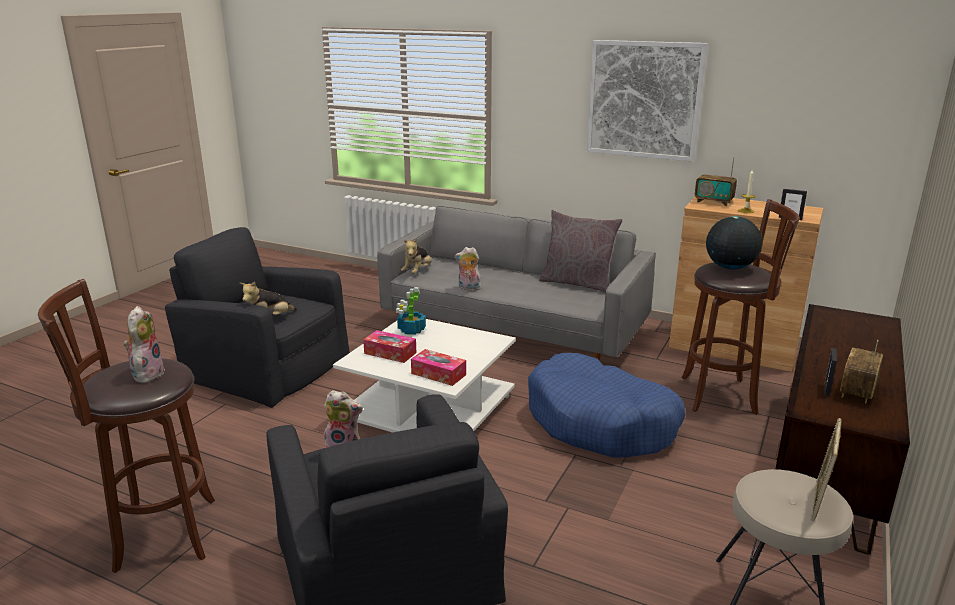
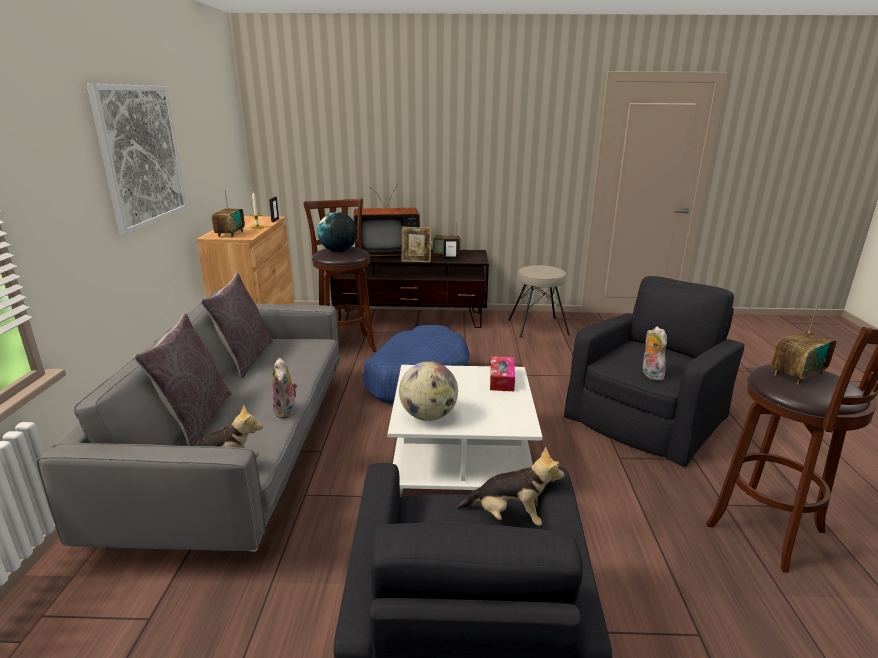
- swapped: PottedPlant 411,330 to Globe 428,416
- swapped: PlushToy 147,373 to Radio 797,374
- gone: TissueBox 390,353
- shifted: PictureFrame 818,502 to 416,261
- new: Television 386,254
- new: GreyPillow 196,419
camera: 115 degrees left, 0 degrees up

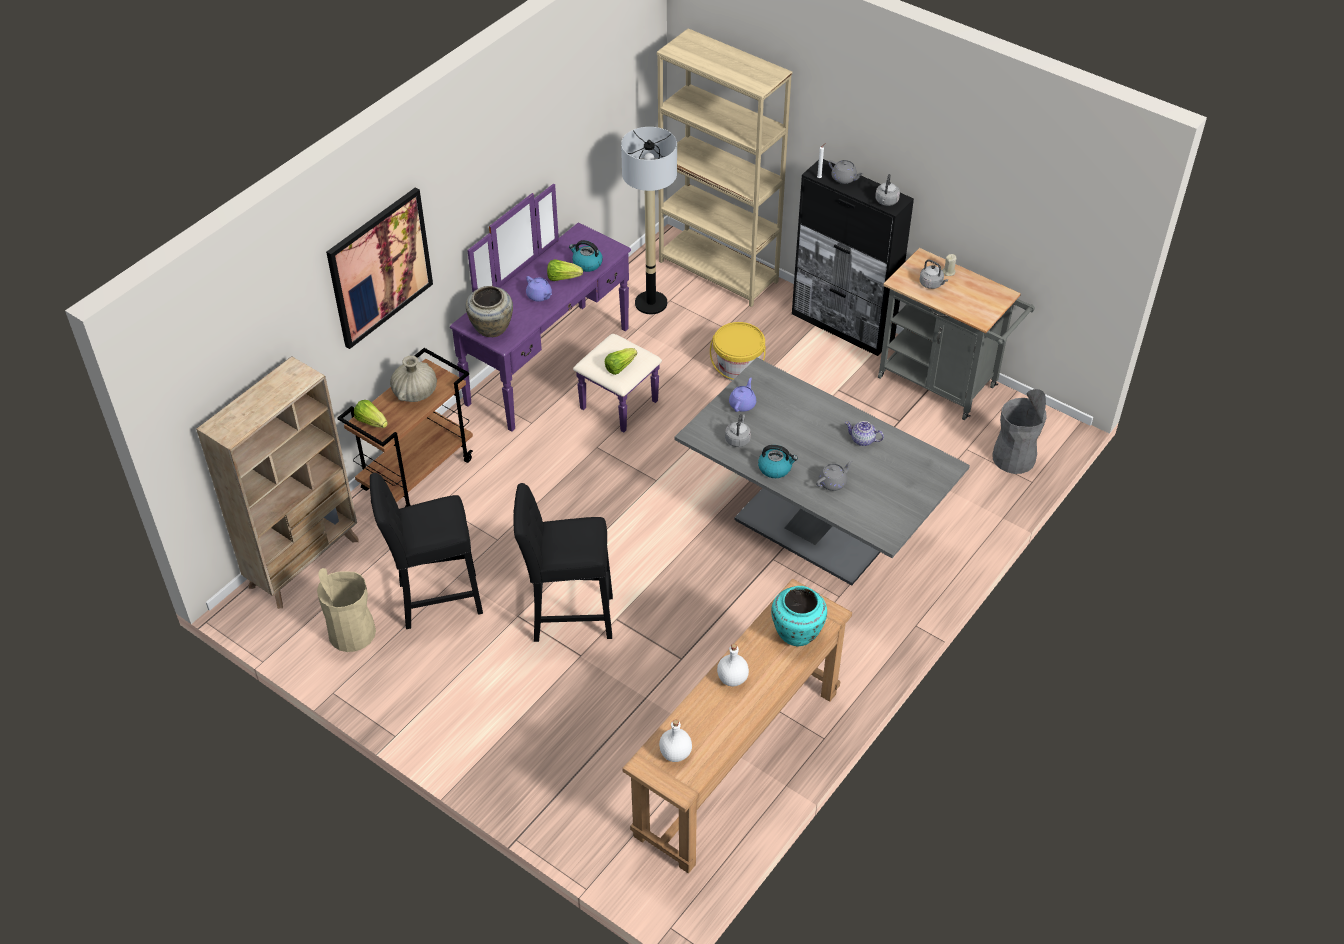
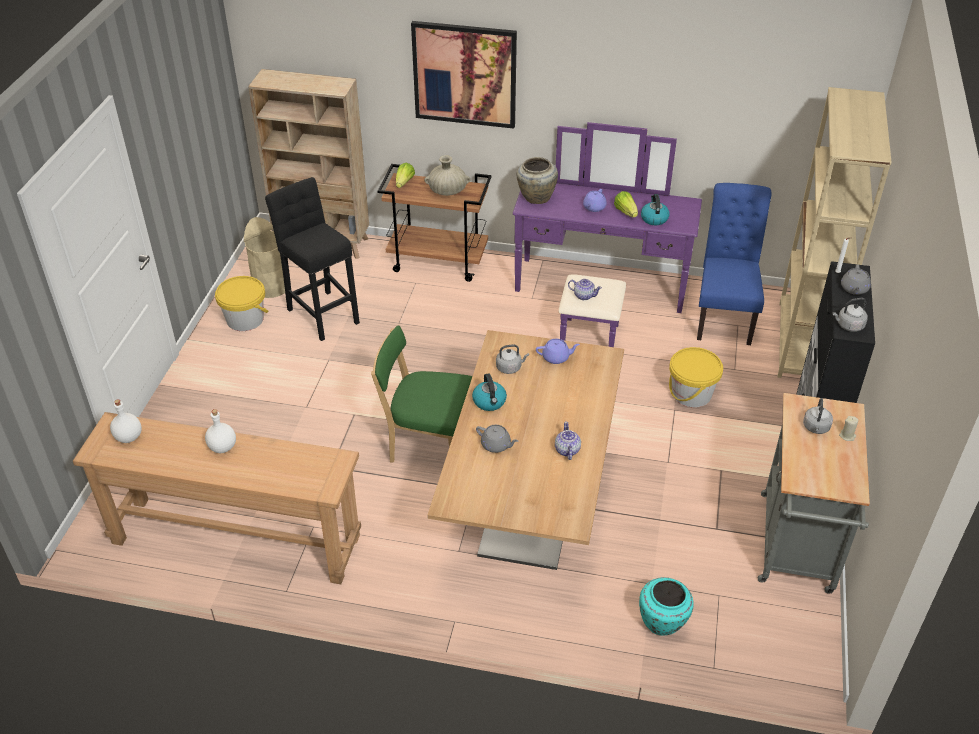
- swapped: FloorLamp 651,303 to BlueChair 724,315
- swapped: Lettuce 620,367 to Teapot 583,295
- repainted: GreyDiningTable 813,528 to BrownDiningTable 530,507
- gone: GreyTrashCan 1013,458
- gone: BlackStool 568,617
- shifted: TurquoiseVase 797,633 to 663,623
- new: YellowBucket 245,319
- new: GreenChair 427,444
camera: 65 degrees right, 5 degrees down

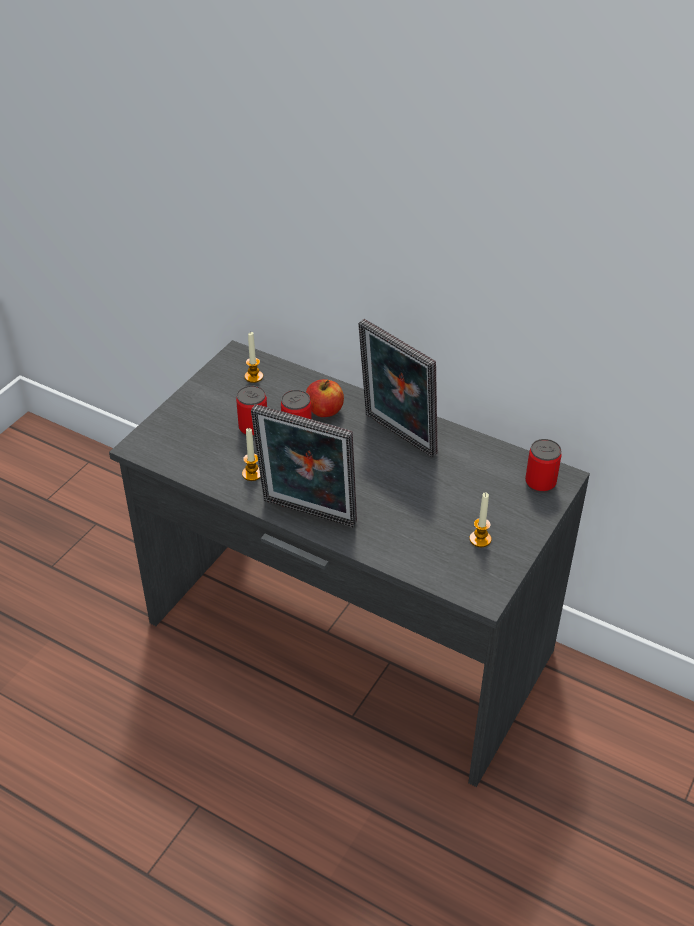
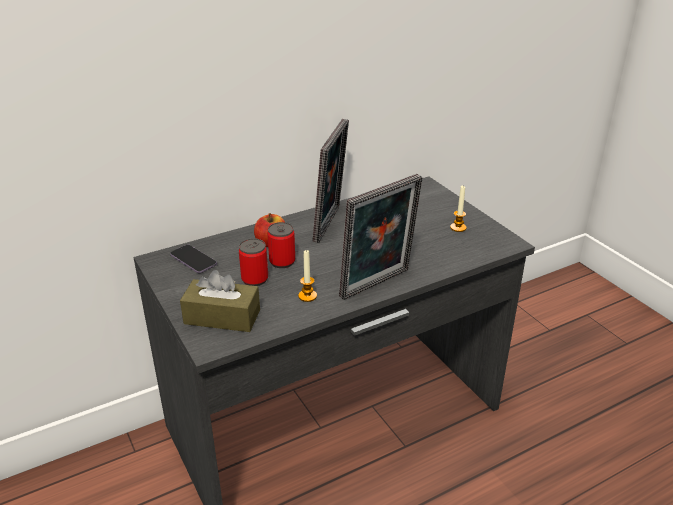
- rotated: PictureFrame 396,436 = 331,224 60 degrees counterclockwise
- swapped: Candle 253,377 to Phone 193,260
- gone: Can 540,483
- new: BrownTissueBox 222,317
camera: 60 degrees left, 10 degrees down

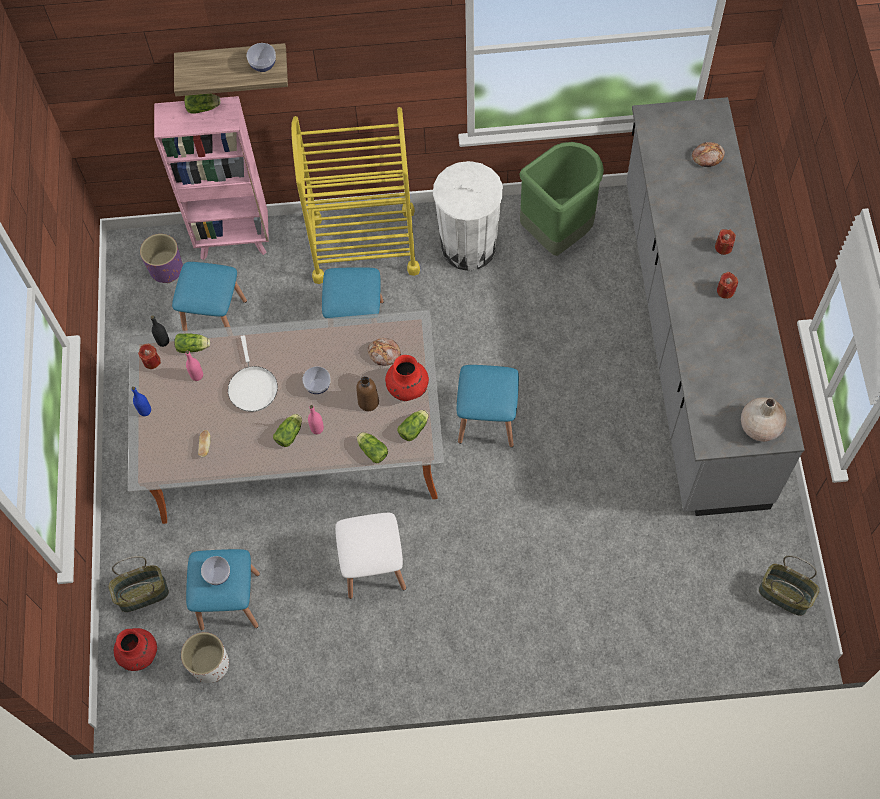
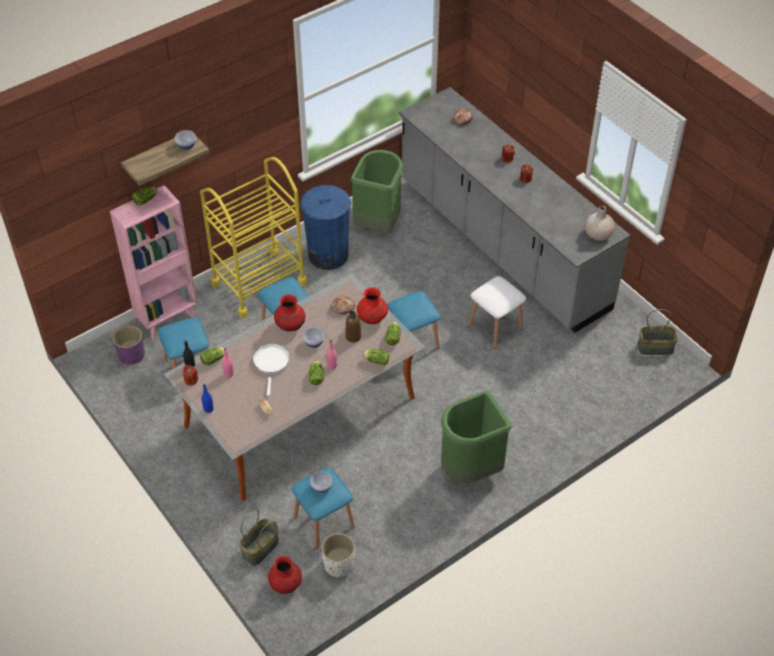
- repainted: WhiteTrashCan 469,246 to BlueTrashCan 328,255
- rotated: WhiteFryingPan 252,387 = 271,363 135 degrees counterclockwise
- shifted: WhiteStool 373,567 to 495,327
- new: RedVase 290,326
- new: GreenTrashCan 471,470
camera: 35 degrees left, 15 degrees down

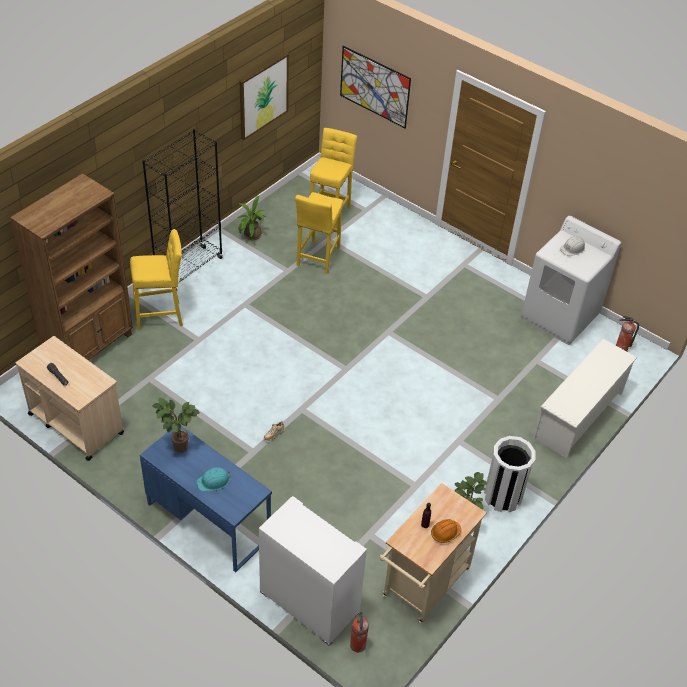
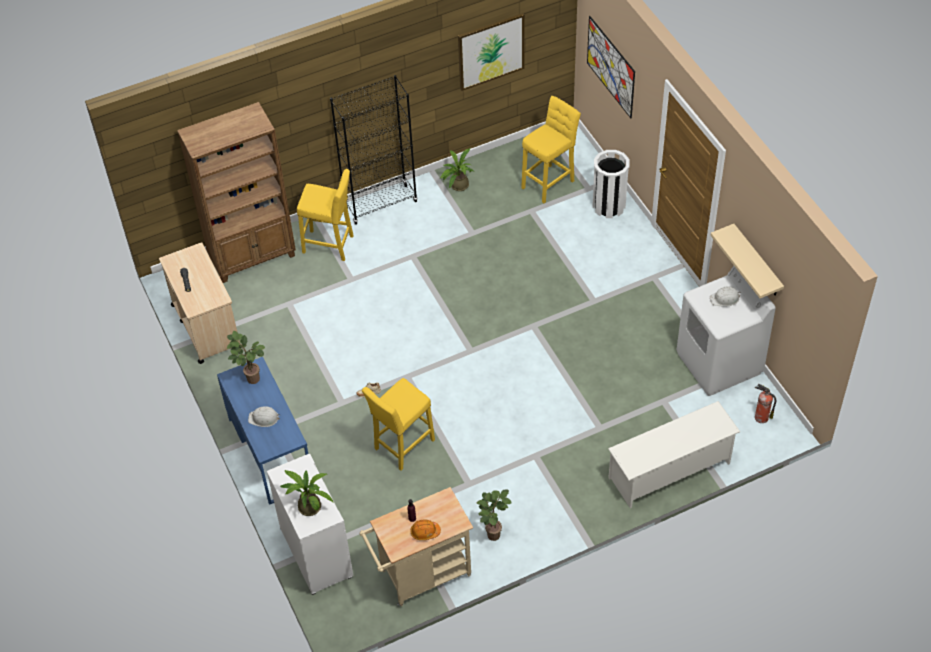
- shifted: YellowStool 317,258 to 402,447
- shifted: WhiteTrashCan 503,496 to 609,205
- repainted: TurquoiseHardHat 214,481 to WhiteHardHat 264,418
- gone: FireExtinguisher 358,646
- new: BeigeShelf 757,262
- new: PottedPlant 308,504
camera: 30 degrees right, 5 degrees up

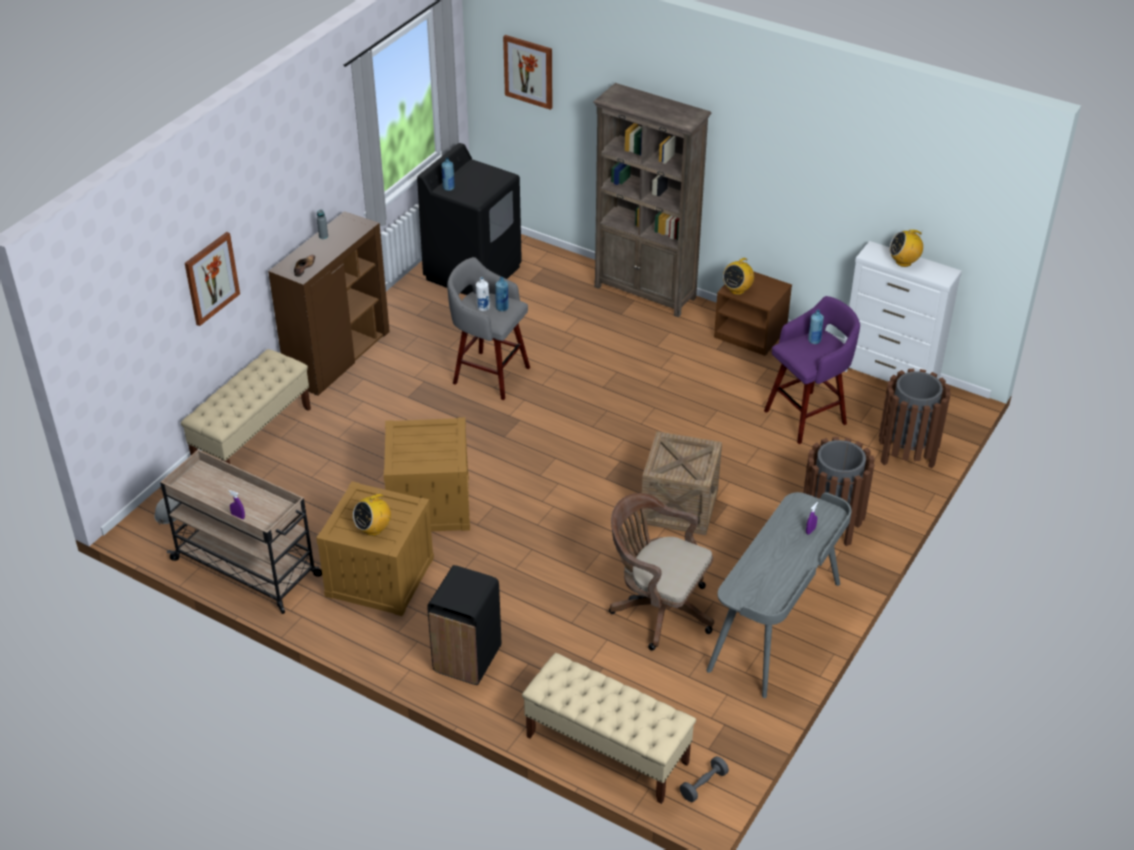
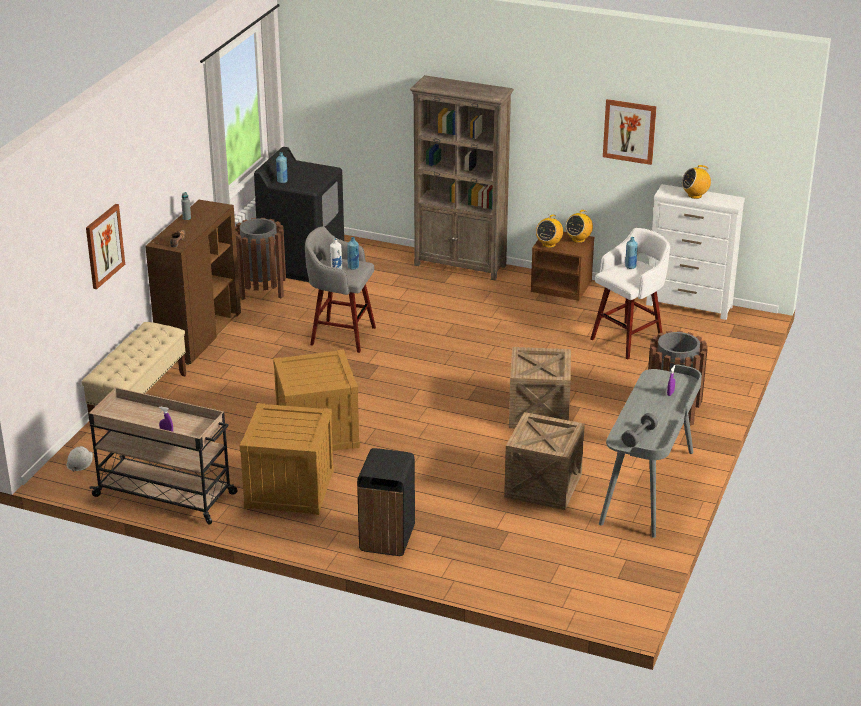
- shifted: Picture 529,71 to 629,131
- repainted: PurpleStool 807,416 to WhiteStool 628,339
- shifted: BrownTrashCan 906,453 to 261,291
- shifted: Radio 373,529 to 578,239
- swapped: BrownOfficeChair 658,609 to Crate 543,486
- gone: BeigeBench 606,749
- shifted: GreyDumbbell 703,785 to 639,437
camera: 10 degrees left, 10 degrees down

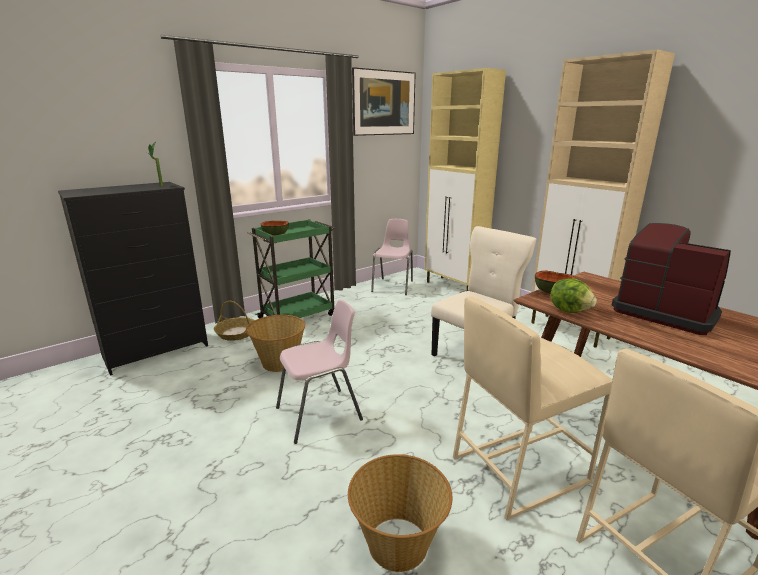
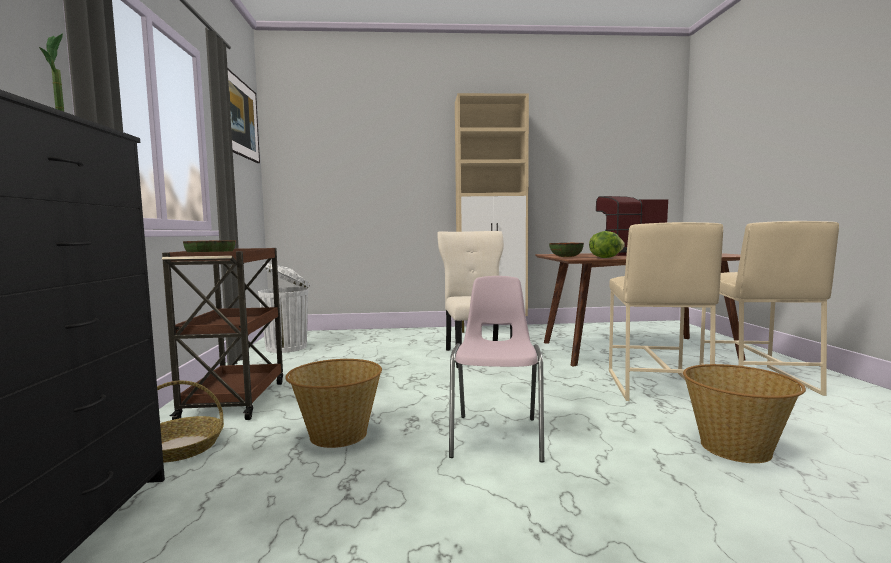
- gone: BeigeCabinet 454,287
- repainted: GreenCart 298,316 to BrownCart 235,399
- swapped: PinkChair 393,286 to WhiteTrashCan 288,347
camera: 55 degrees left, 15 degrees down

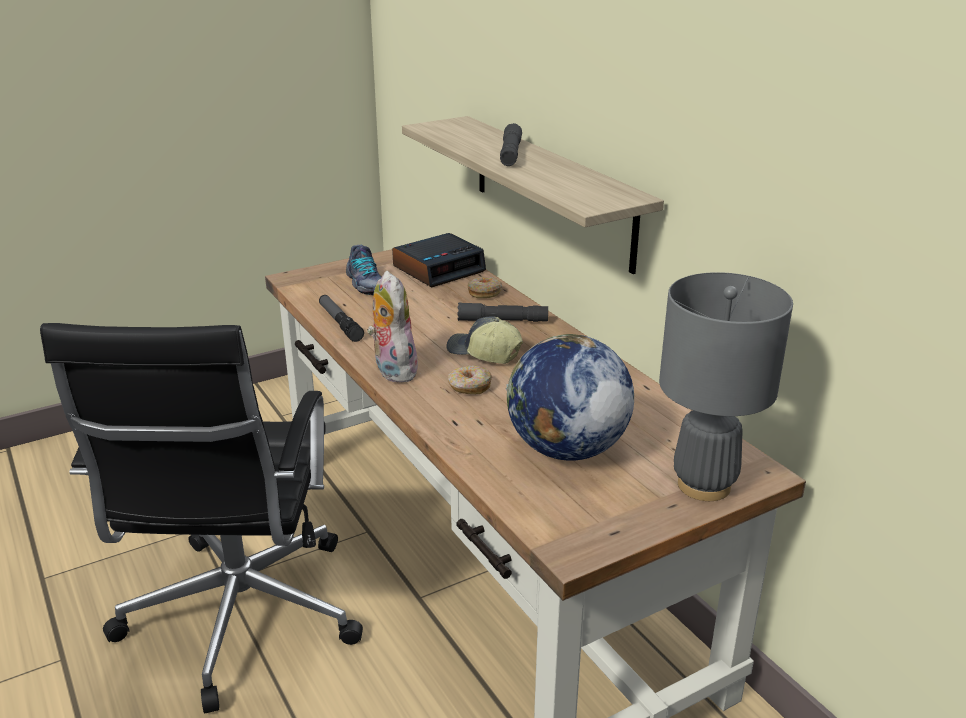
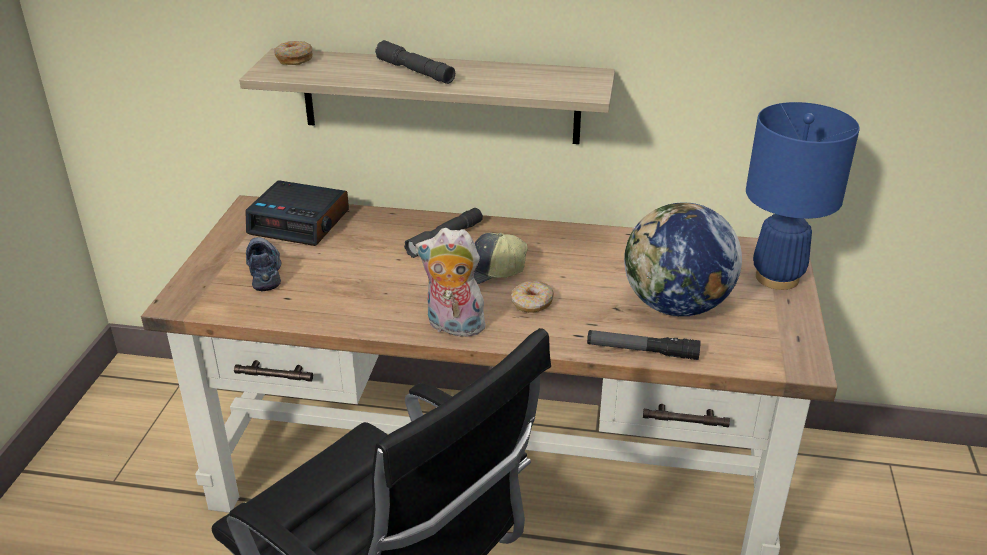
- rotated: AlarmClock 439,269 = 300,222 105 degrees clockwise
- rotated: Shoe 365,284 = 265,270 120 degrees counterclockwise
- repainted: GreyTableLamp 704,485 to BlueTableLamp 777,278
- shifted: Donut 484,293 to 294,59
- shifted: Flashlight 340,323 to 642,351
camera: 50 degrees left, 5 degrees up

